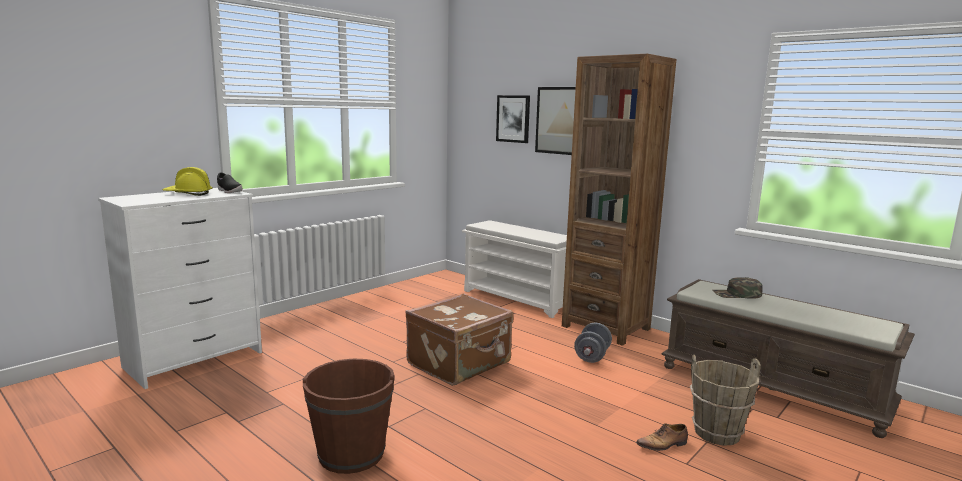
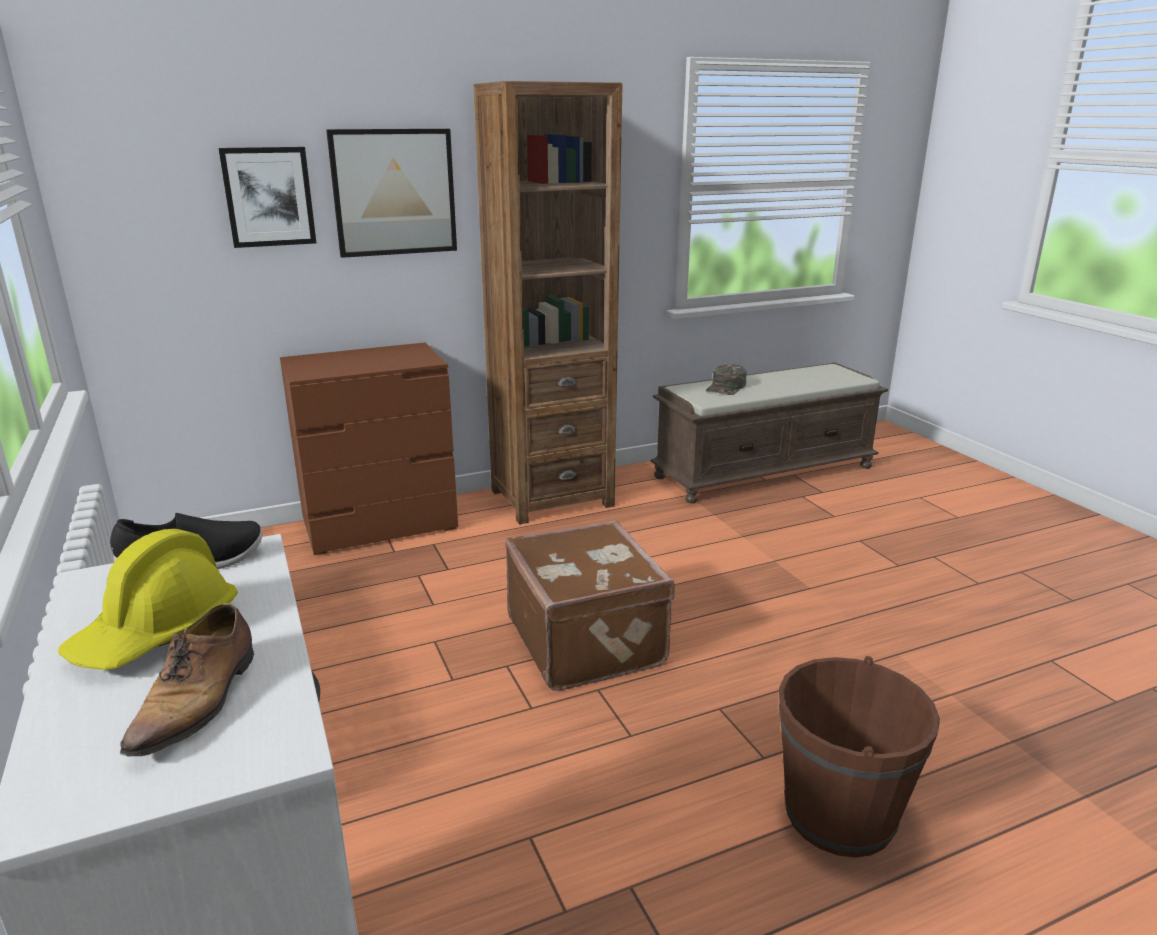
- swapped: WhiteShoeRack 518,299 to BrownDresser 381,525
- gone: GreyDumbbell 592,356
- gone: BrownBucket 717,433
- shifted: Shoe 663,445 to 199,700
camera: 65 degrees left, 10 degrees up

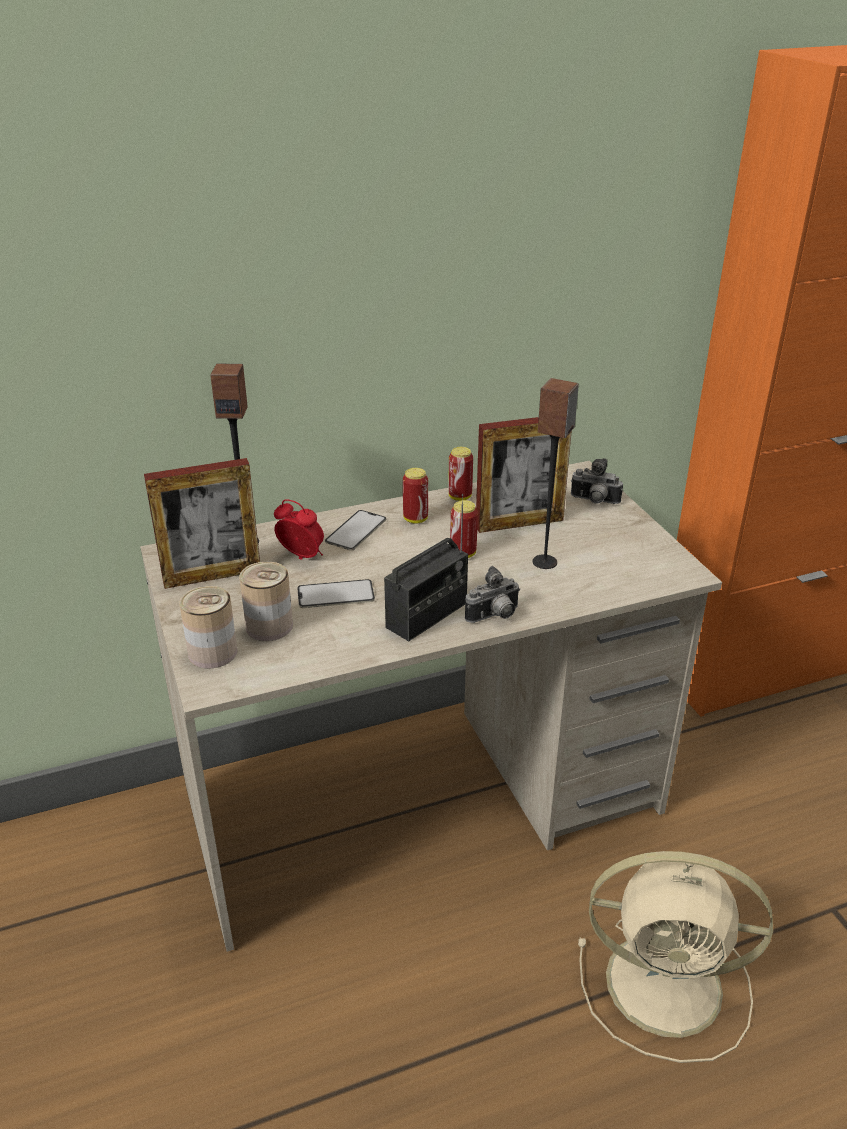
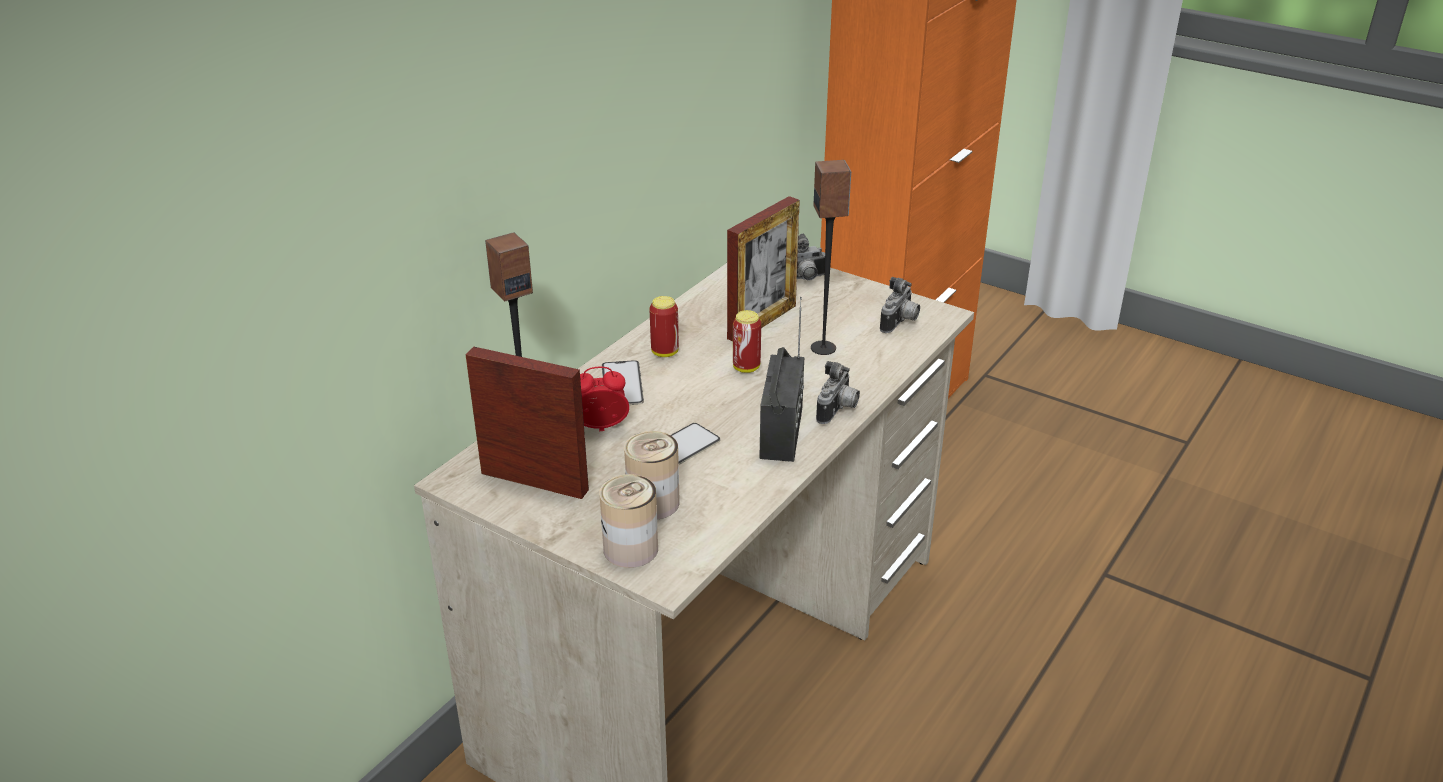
- gone: Can 460,497
- rotated: PictureFrame 212,576 = 534,481 105 degrees counterclockwise
- gone: BeigeFan 669,985
- new: PhotoCamera 900,323
camera: 35 degrees left, 0 degrees up

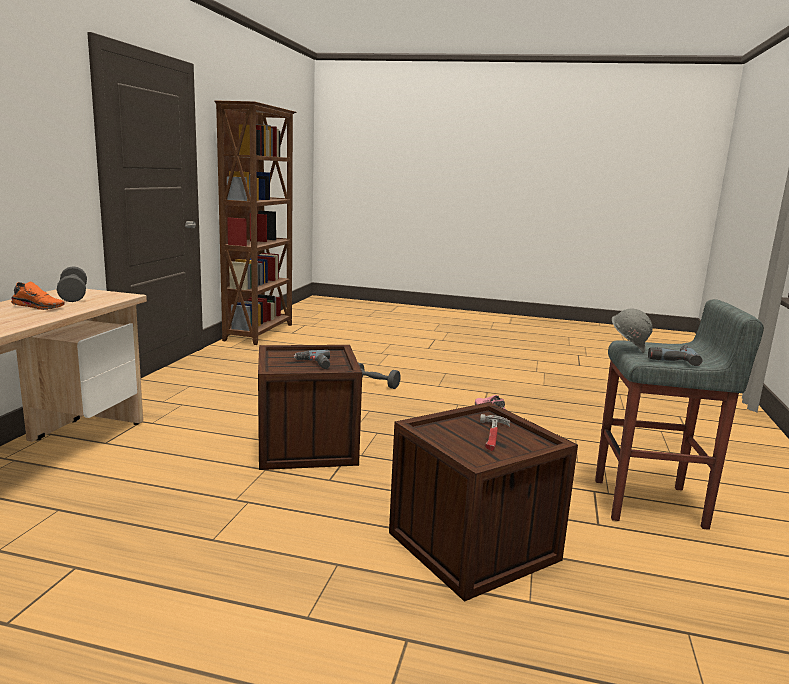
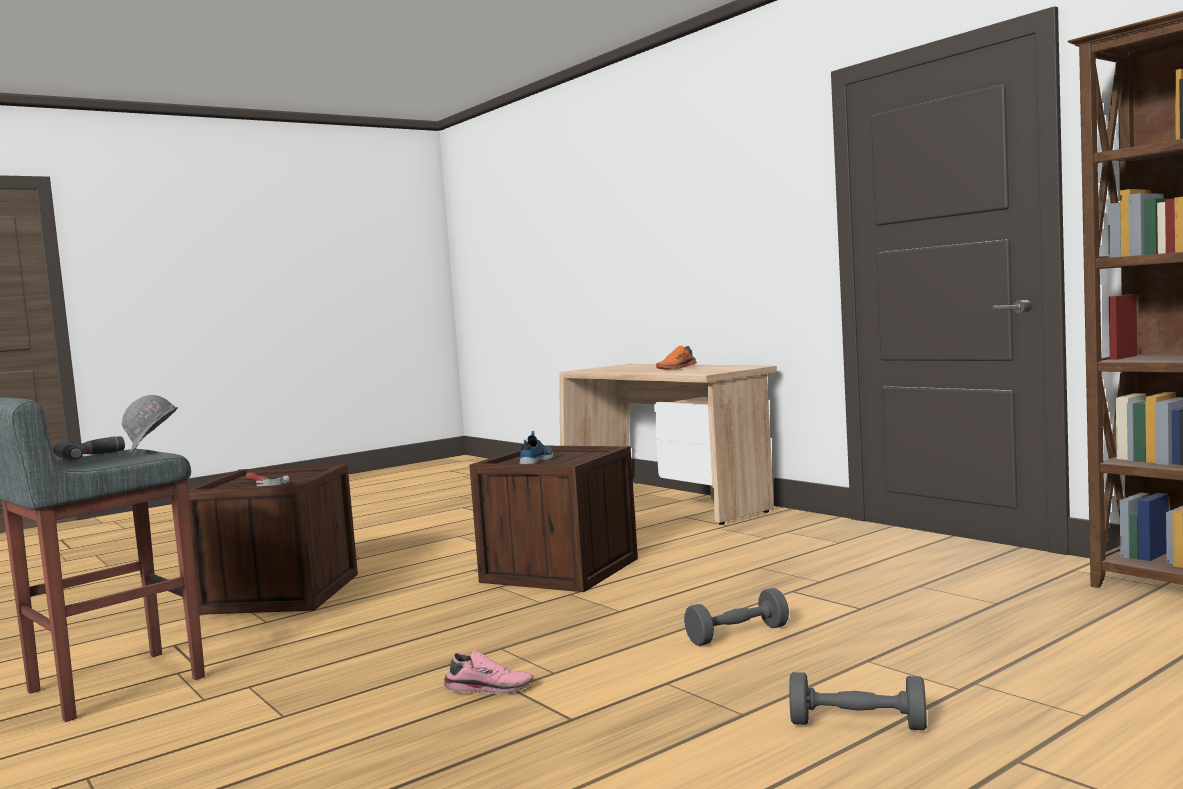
- shifted: GreyDumbbell 73,295 to 857,724
- swapped: PowerDrill 314,364 to Shoe 538,460
camera: 130 degrees right, 10 degrees down

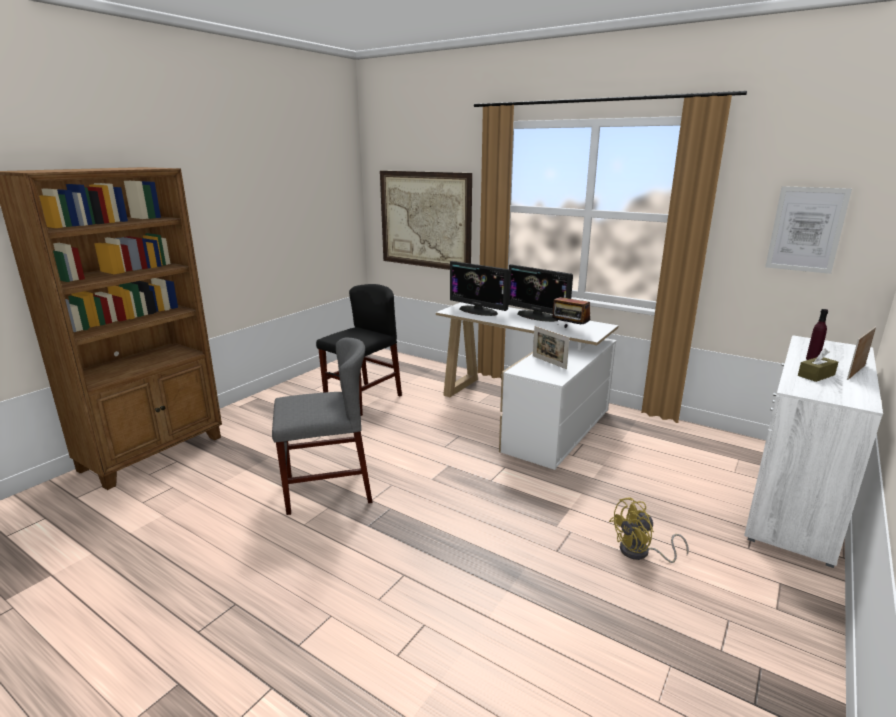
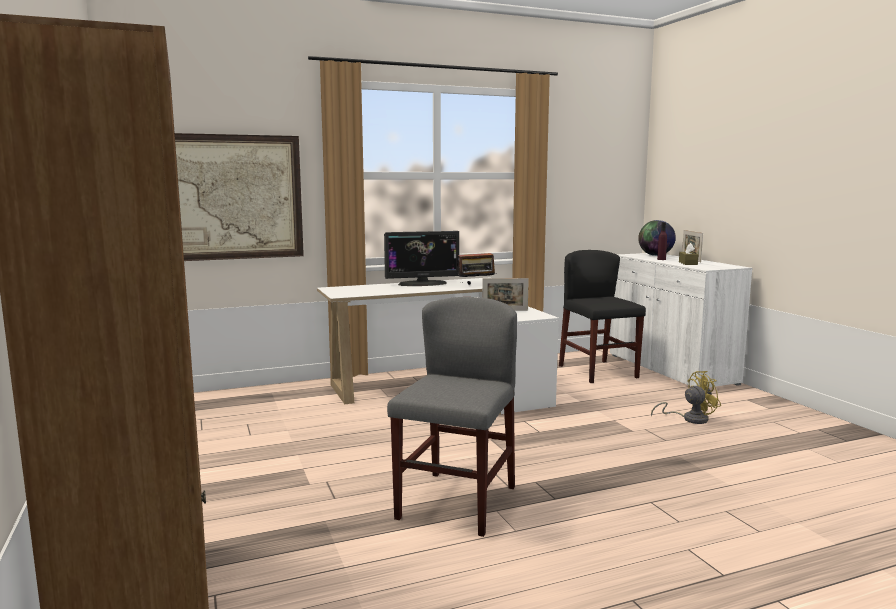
- gone: Picture 806,229
- gone: Monitor 478,311
- shifted: BlackChair 363,399 to 598,371
- rotated: YellowFan 641,553 = 689,419 120 degrees counterclockwise
- new: Globe 655,255
camera: 55 degrees left, 10 degrees down

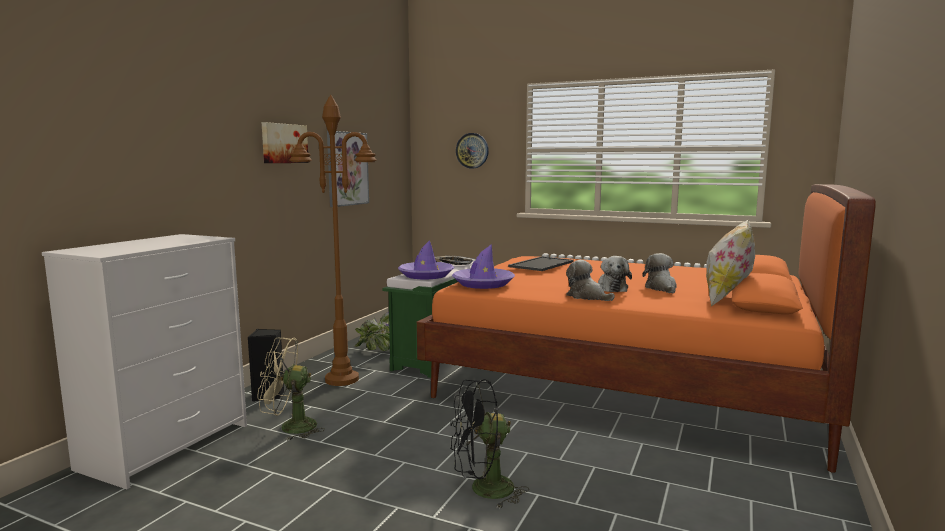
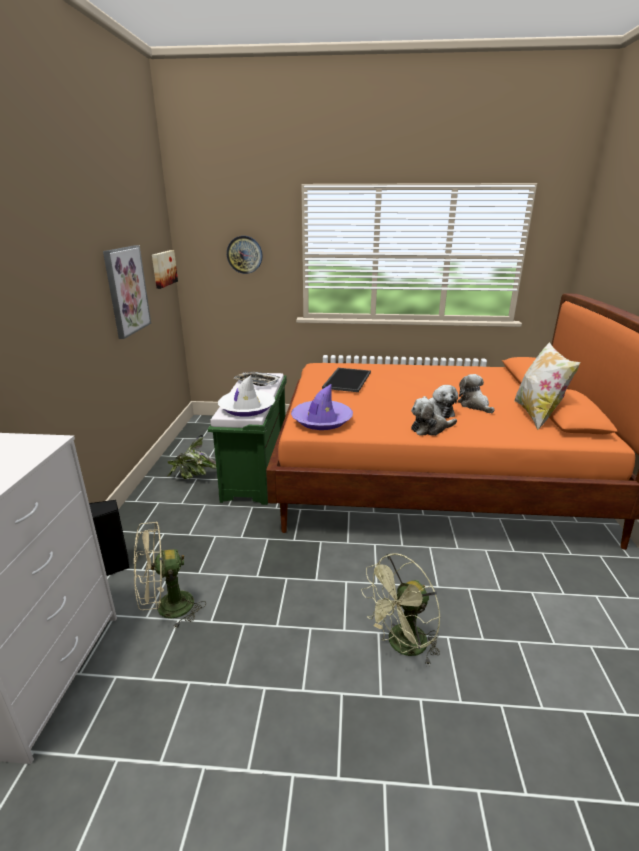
- gone: BrownFloorLamp 342,379
- shifted: Picture 284,143 to 163,268
- repainted: PurpleHat 426,275 to WhiteHat 247,408
- rotated: PlushToy 587,297 = 430,429 45 degrees counterclockwise
- repainted: BlackFan 483,490 to GreenFan 402,646
camera: 20 degrees left, 15 degrees up

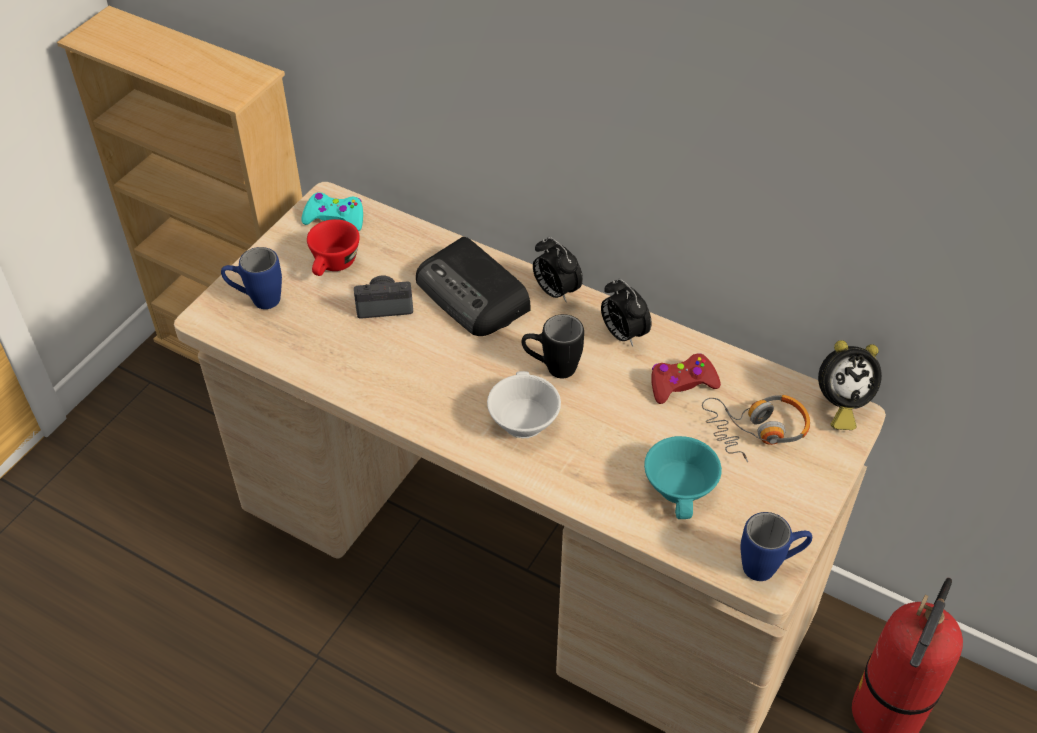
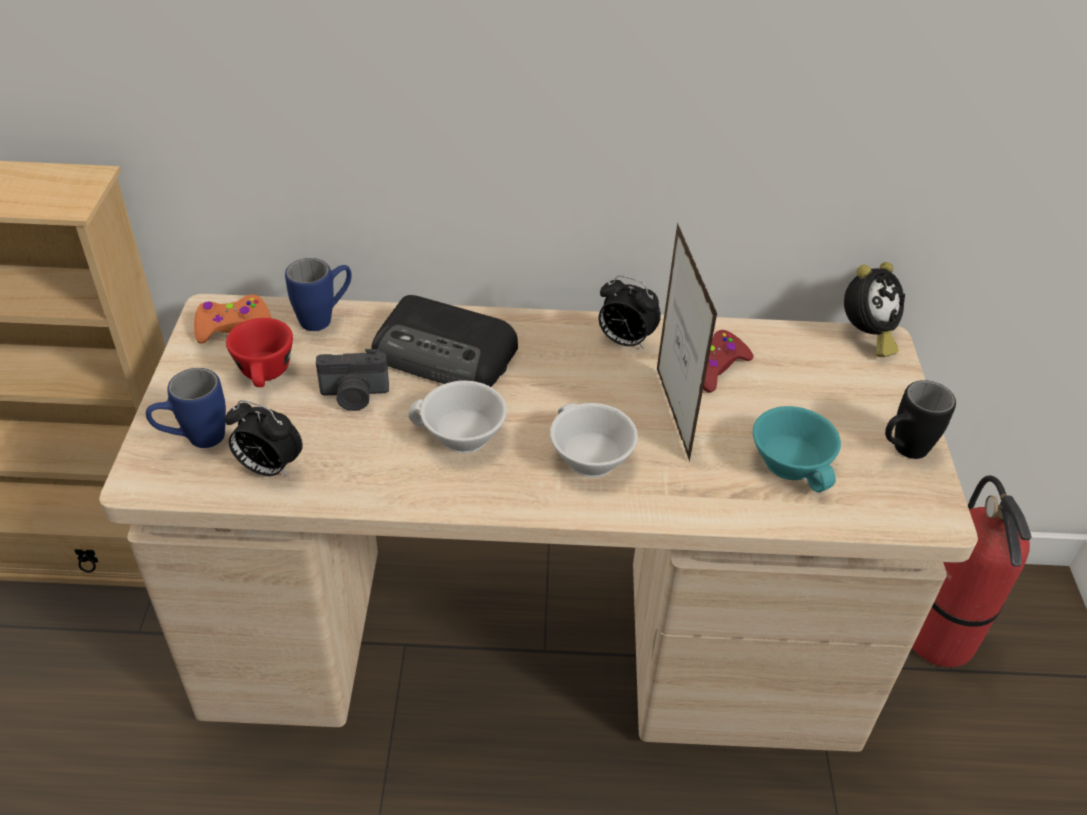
- repainted: TurquoiseGameController 335,218 to OrangeGameController 233,327
- shifted: AlarmClock 555,291 to 268,468
- rotated: PhotoCamera 384,306 = 354,396 150 degrees counterclockwise
- shifted: BlackMug 551,368 to 902,451
- gone: Headphones 757,430
- shifted: BlueMug 769,566 to 325,318
- new: PictureFrame 672,413
- new: WhiteCup 460,437
camera: 30 degrees left, 5 degrees down

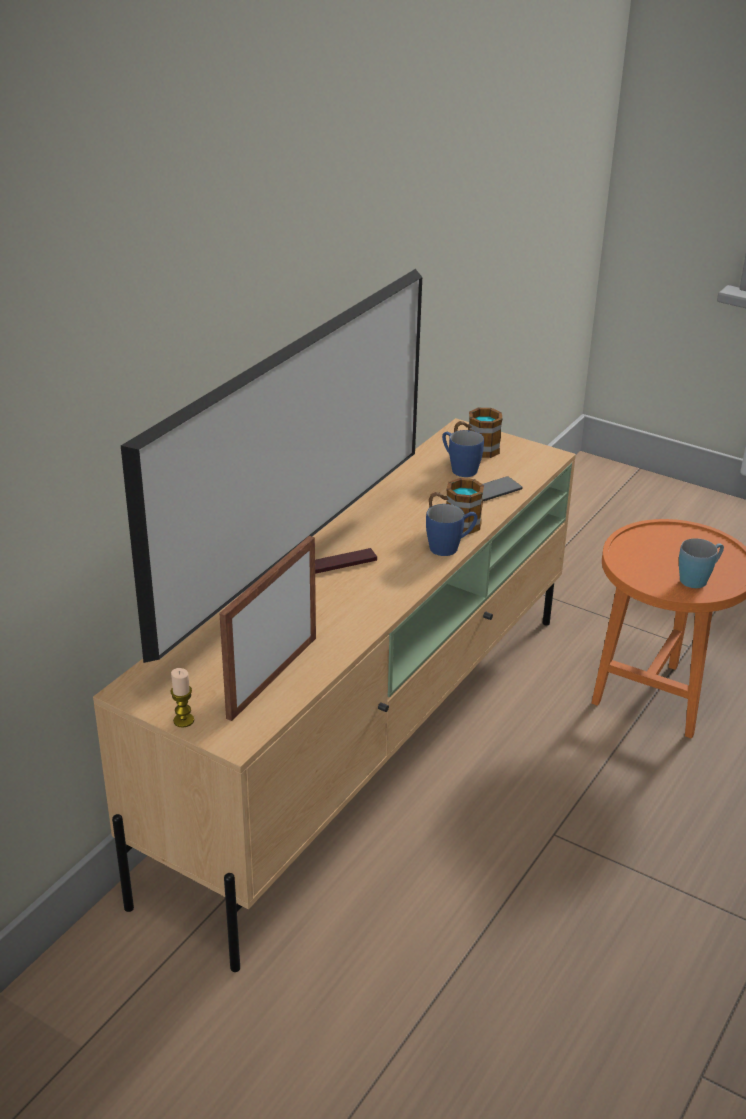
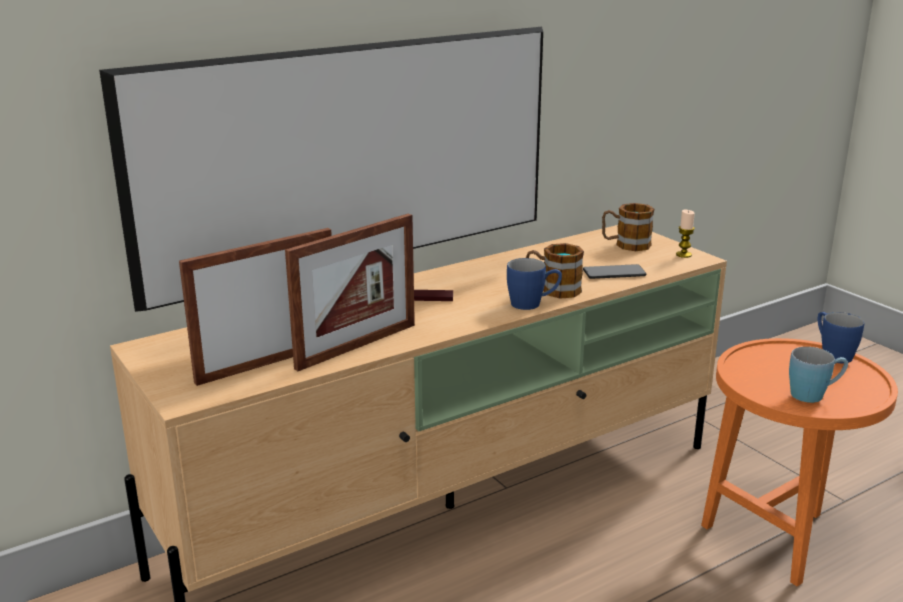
- shifted: BlueMug 459,468 to 832,353
- shifted: Candle 183,720 to 683,255
- new: PictureFrame 357,346
camera: 25 degrees right, 10 degrees down

